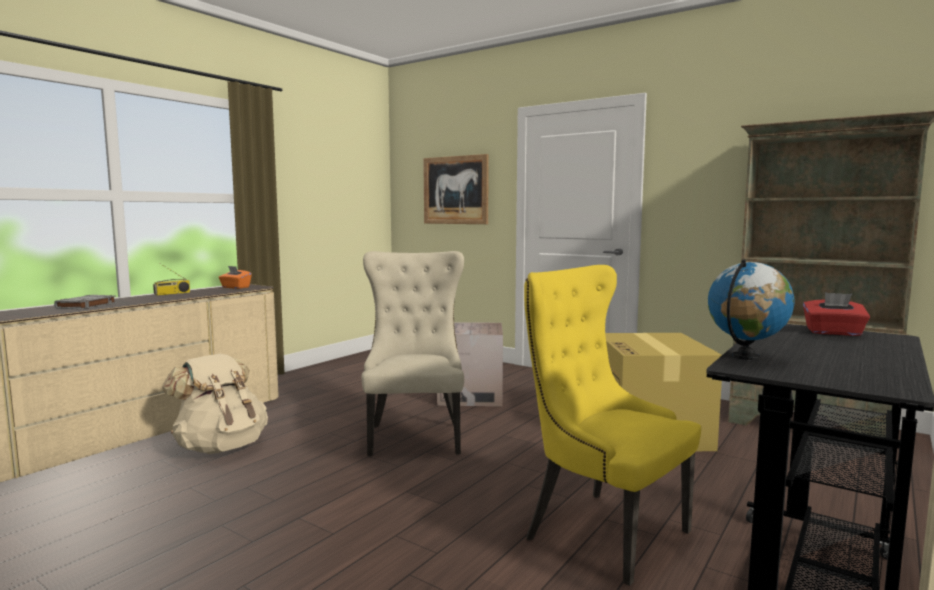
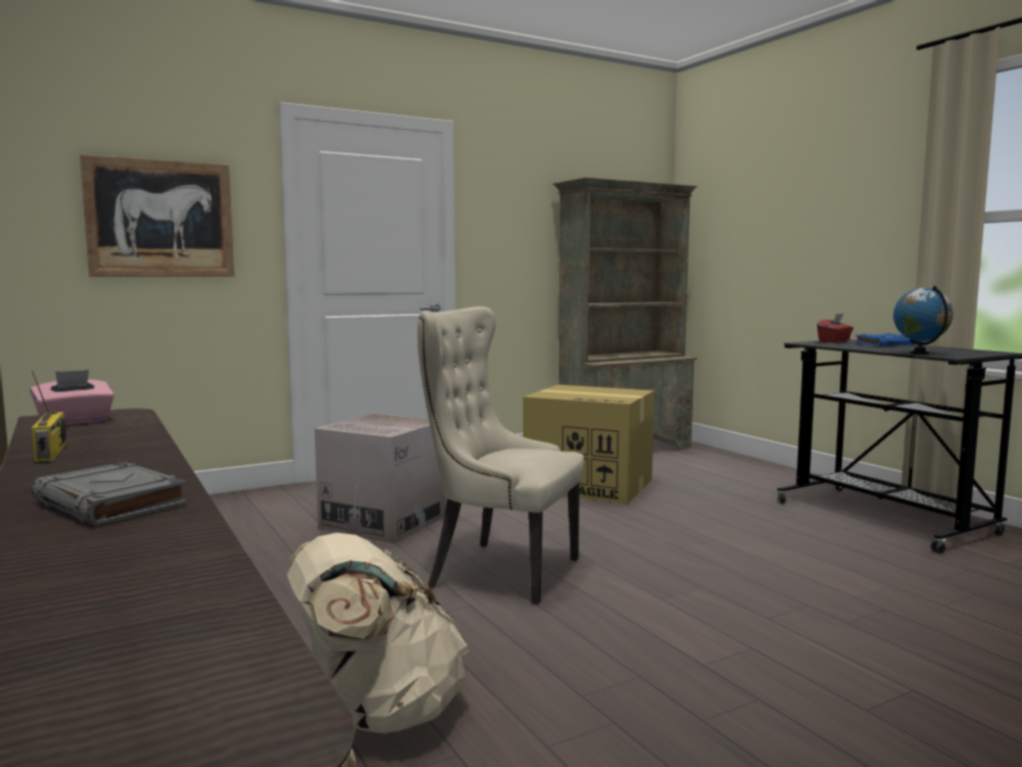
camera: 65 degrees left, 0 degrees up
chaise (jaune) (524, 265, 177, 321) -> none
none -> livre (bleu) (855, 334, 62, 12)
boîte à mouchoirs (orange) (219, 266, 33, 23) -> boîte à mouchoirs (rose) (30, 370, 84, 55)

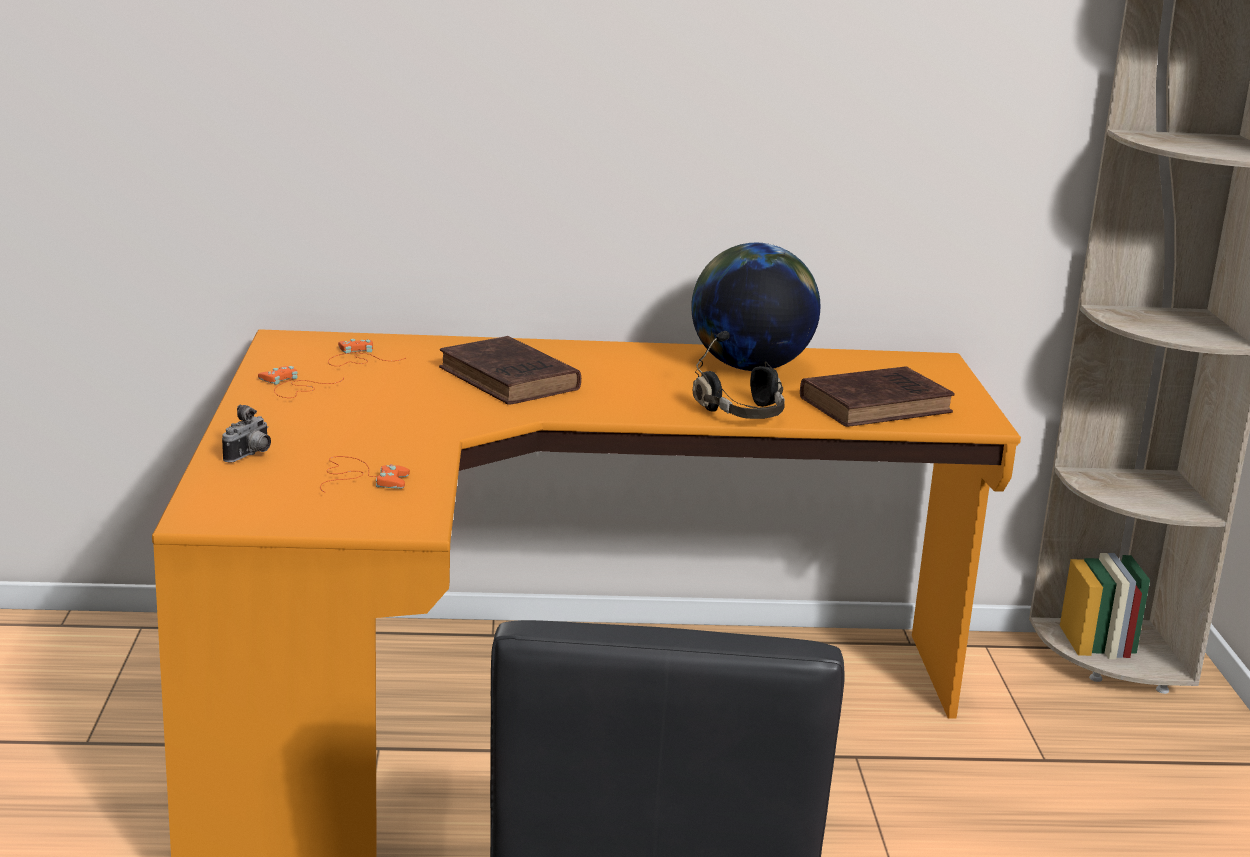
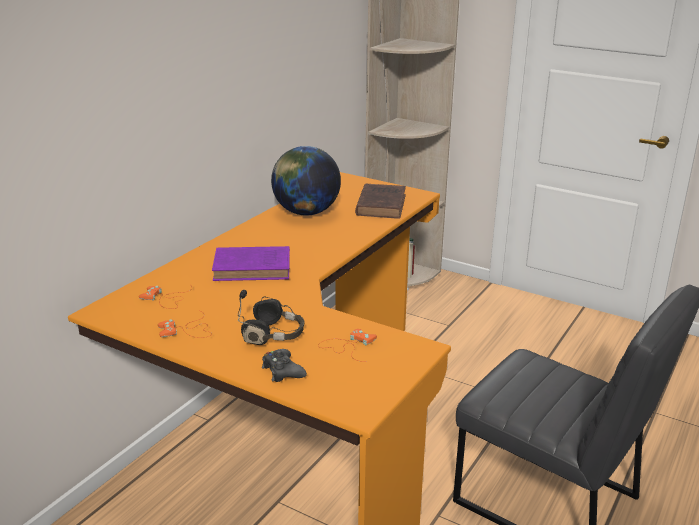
camera: 55 degrees left, 5 degrees up
casque audio (noir) (693, 331, 92, 88) -> casque audio (noir) (238, 290, 67, 55), moved
appareil photo (222, 405, 49, 58) -> manette (noir) (262, 349, 45, 33)
livre (marron) (439, 336, 142, 69) -> livre (violet) (212, 246, 78, 35)

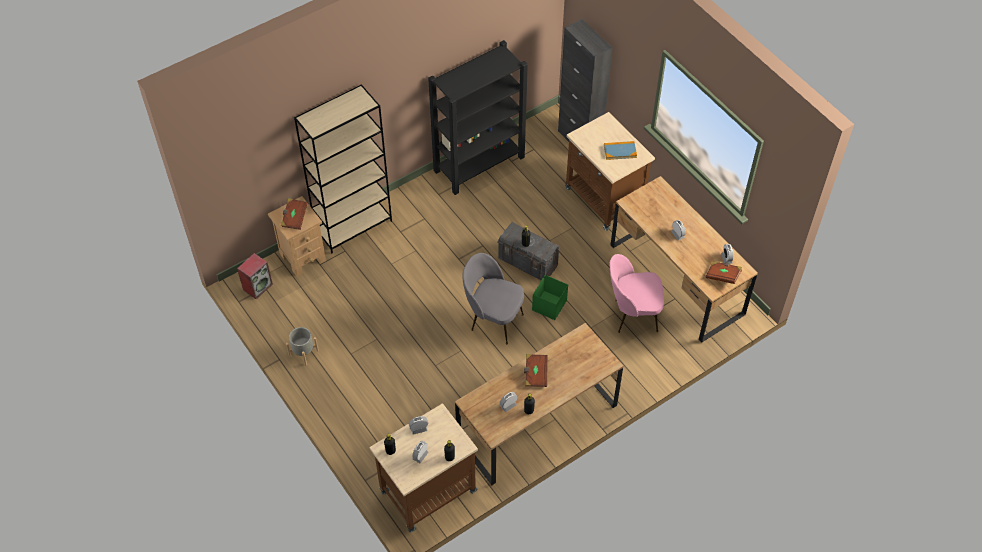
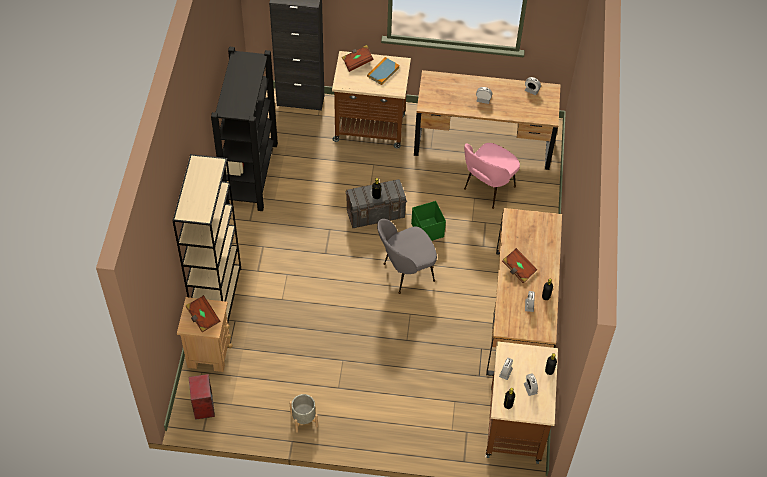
camera: 50 degrees left, 0 degrees up
livre (marron) (706, 261, 36, 23) -> livre (marron) (342, 45, 32, 27), moved

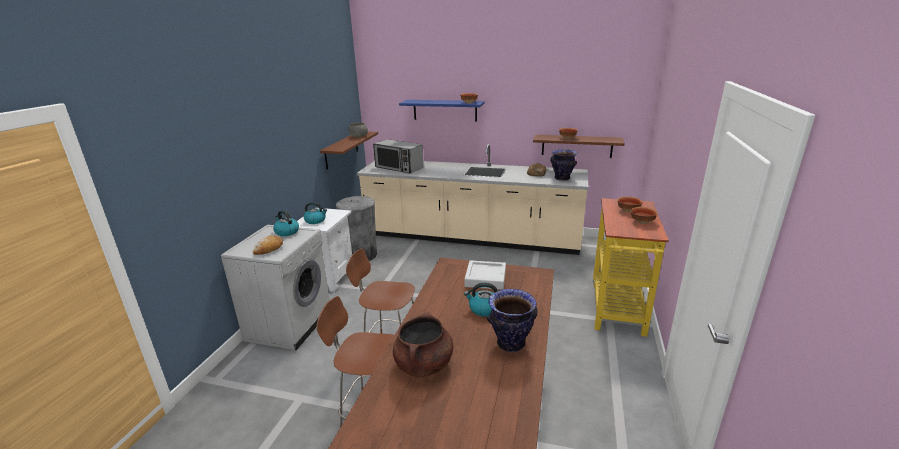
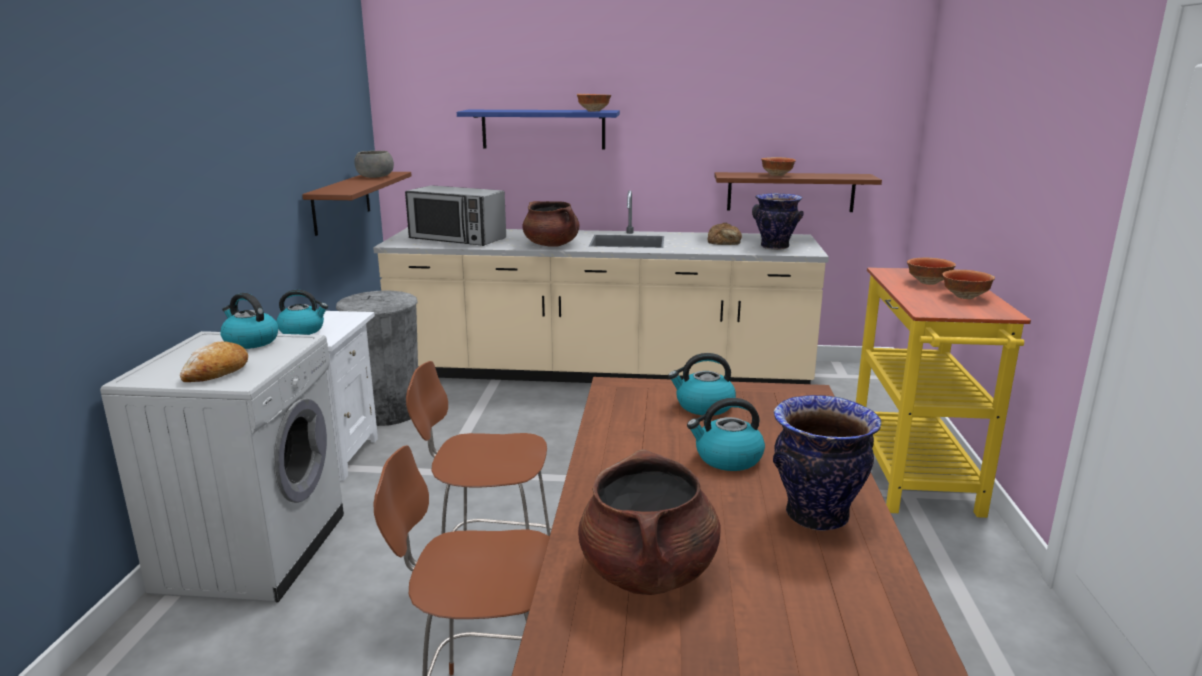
camera: 10 degrees left, 5 degrees down
none -> marmite (marron) (523, 201, 57, 46)
plateau (gris) (464, 260, 42, 30) -> bouilloire (668, 353, 68, 62)

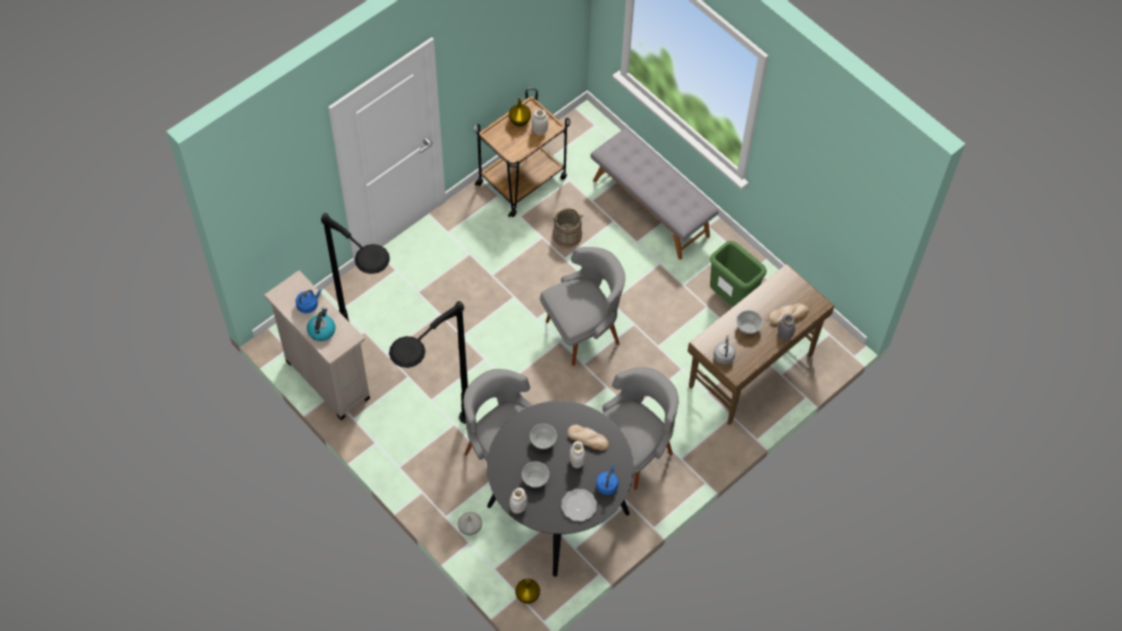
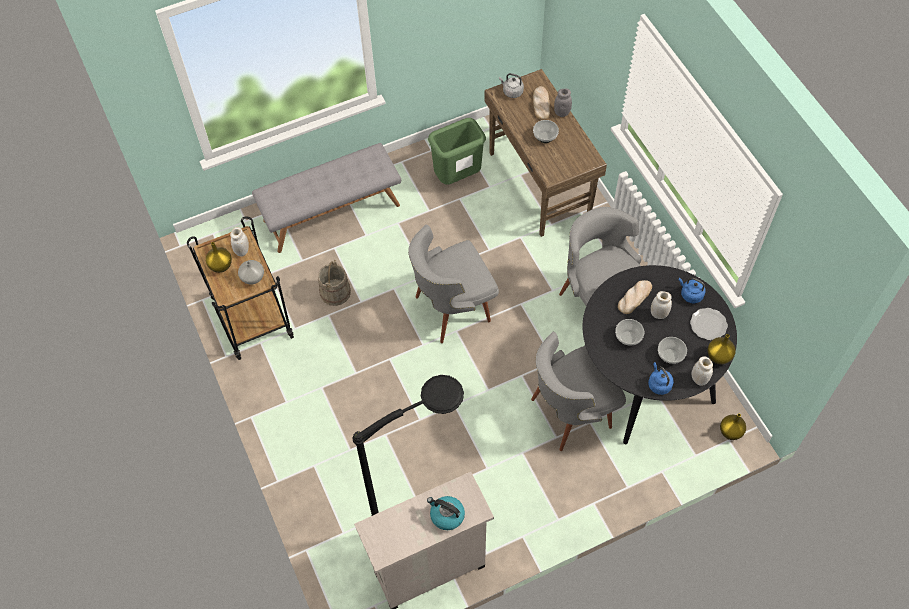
camera: 70 degrees left, 0 degrees up
lampadaire (noir) (389, 301, 79, 123) -> none
none -> vase (jaune) (707, 334, 28, 31)
bouilloire (bleu) (295, 290, 26, 23) -> bouilloire (bleu) (648, 362, 26, 33), moved
vase (gris) (458, 512, 24, 23) -> vase (gris) (238, 260, 26, 25), moved
bouilloire (gris) (713, 335, 22, 29) -> bouilloire (gris) (499, 73, 25, 25), moved
chaise (gris) (540, 247, 85, 119) -> chaise (gris) (408, 225, 91, 118), 105 degrees counterclockwise

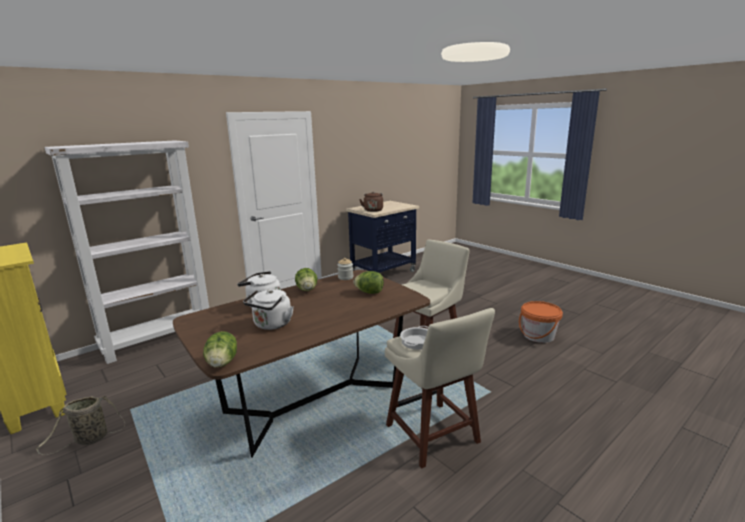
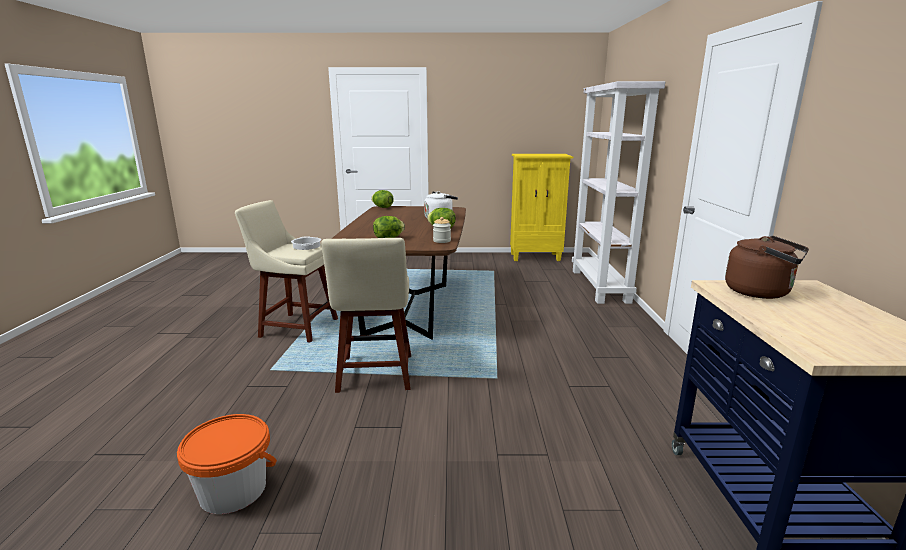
camera: 130 degrees right, 0 degrees up
panier (36, 396, 89, 59) -> none
bouilloire (blanc) (243, 290, 50, 40) -> none

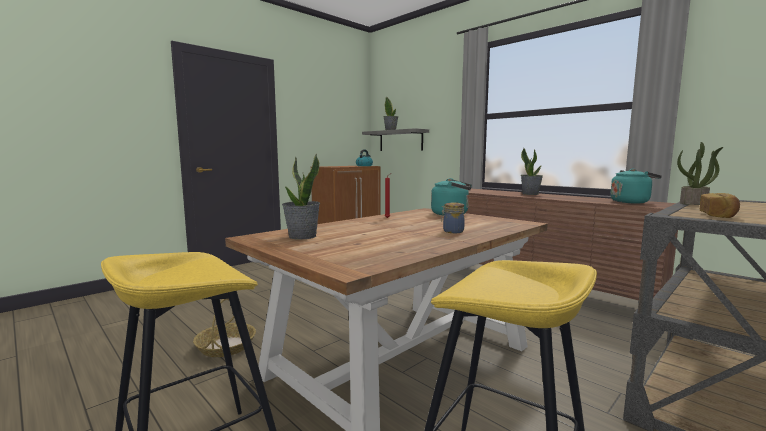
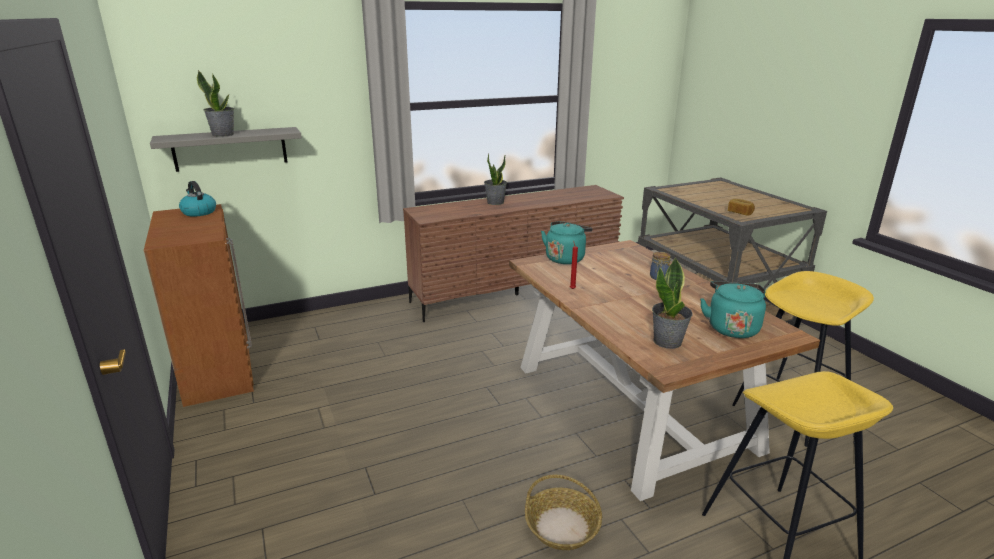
camera: 70 degrees left, 15 degrees up
plante en pot (677, 142, 46, 63) -> none
bouilloire (turquoise) (610, 169, 52, 34) -> bouilloire (turquoise) (700, 281, 66, 57), moved

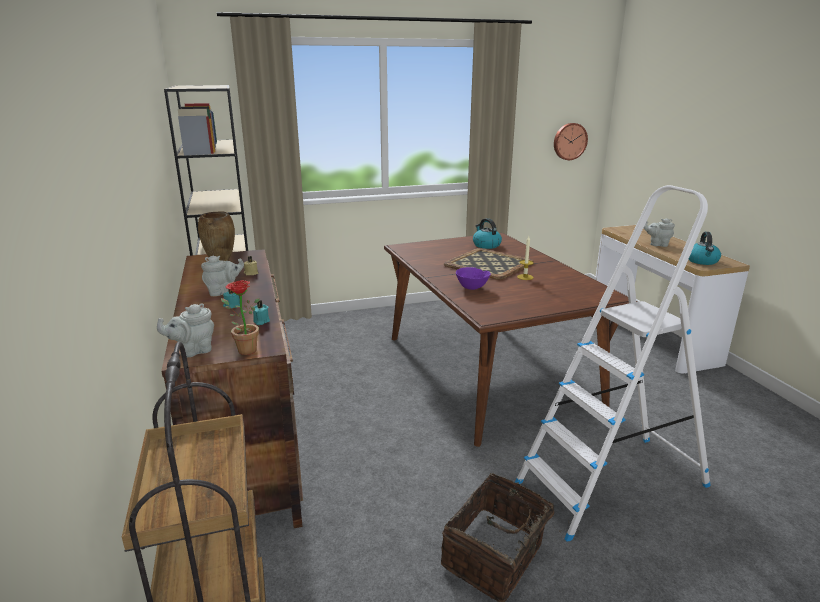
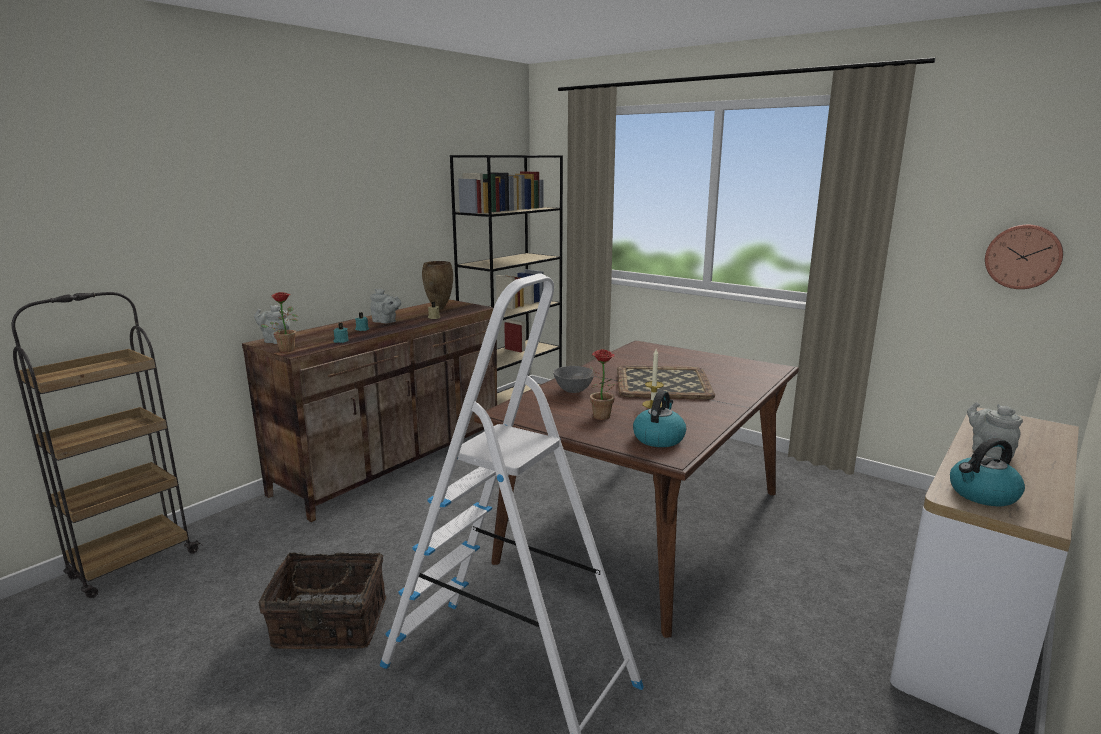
camera: 55 degrees right, 5 degrees down
none -> plante en pot (590, 349, 33, 71)
bouilloire (473, 218, 29, 31) -> bouilloire (633, 390, 53, 57), moved
bol (violet) (456, 267, 35, 23) -> bol (gris) (553, 366, 41, 27)

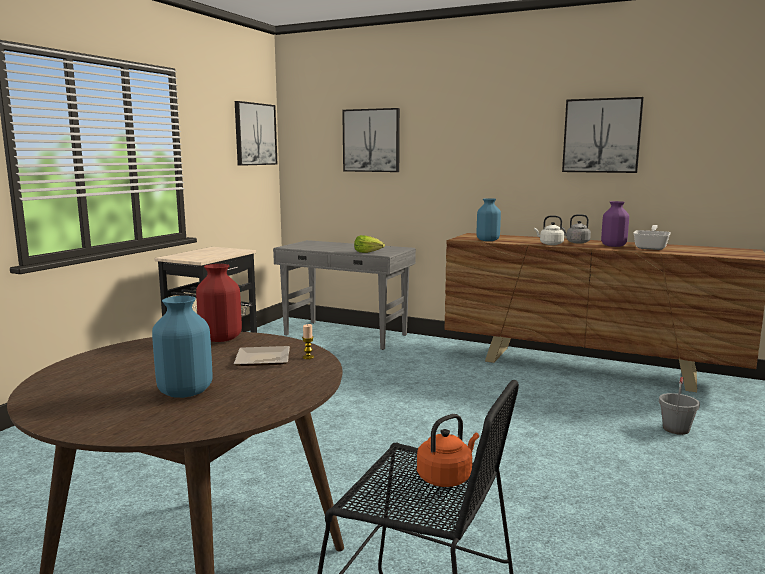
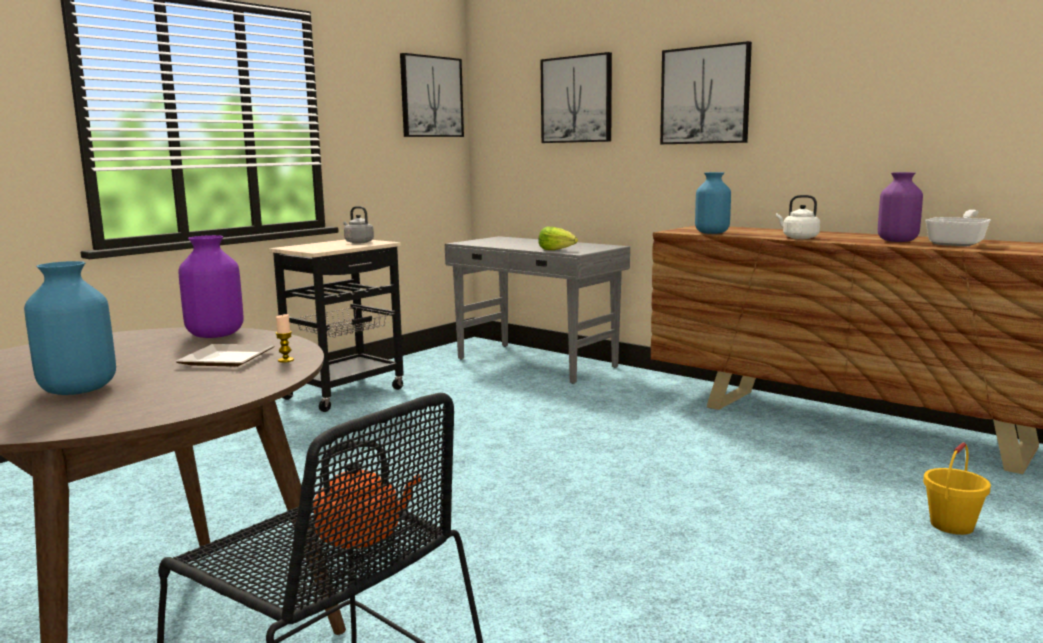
camera: 15 degrees right, 0 degrees up
tableau (562, 97, 82, 76) -> tableau (660, 41, 92, 103), moved
bouilloire (gris) (562, 214, 29, 30) -> bouilloire (gris) (344, 206, 30, 38), moved
vase (rouge) (196, 264, 46, 78) -> vase (violet) (178, 235, 66, 103)
seau (gris) (659, 377, 41, 58) -> seau (jaune) (923, 442, 68, 93)

